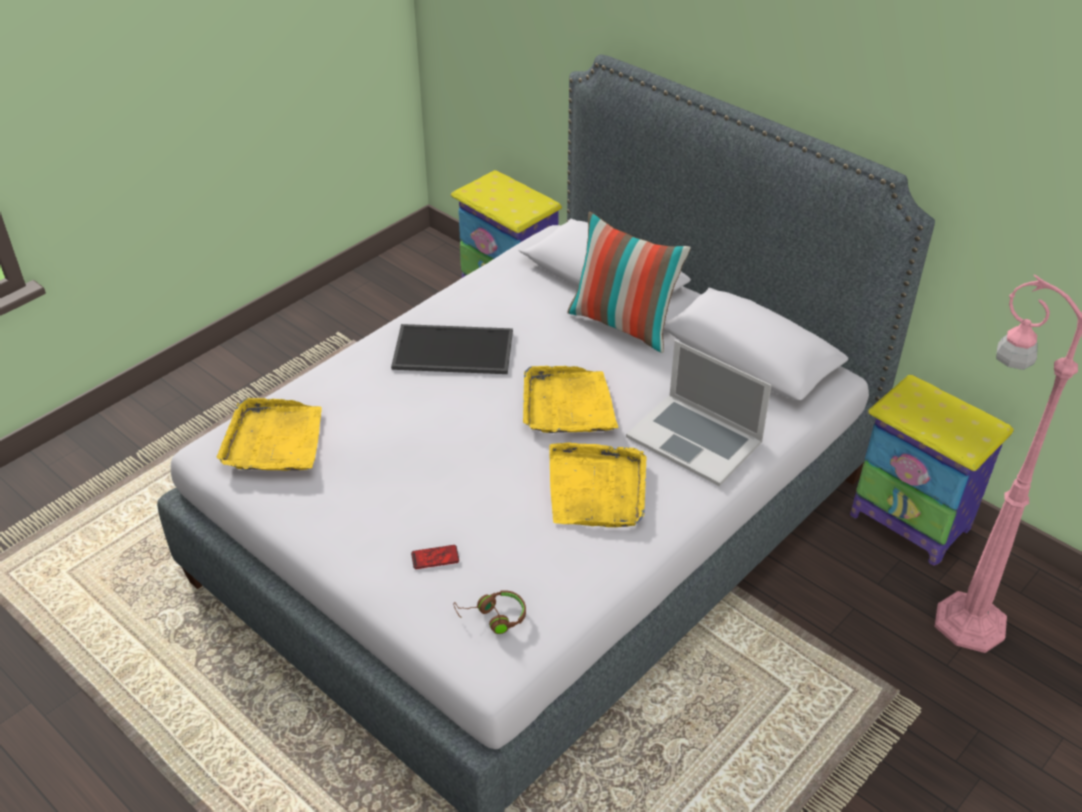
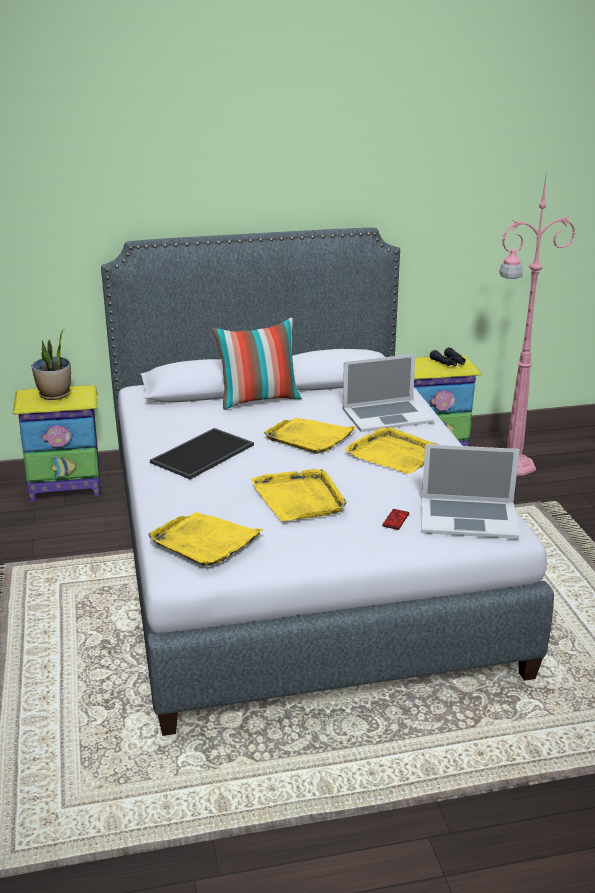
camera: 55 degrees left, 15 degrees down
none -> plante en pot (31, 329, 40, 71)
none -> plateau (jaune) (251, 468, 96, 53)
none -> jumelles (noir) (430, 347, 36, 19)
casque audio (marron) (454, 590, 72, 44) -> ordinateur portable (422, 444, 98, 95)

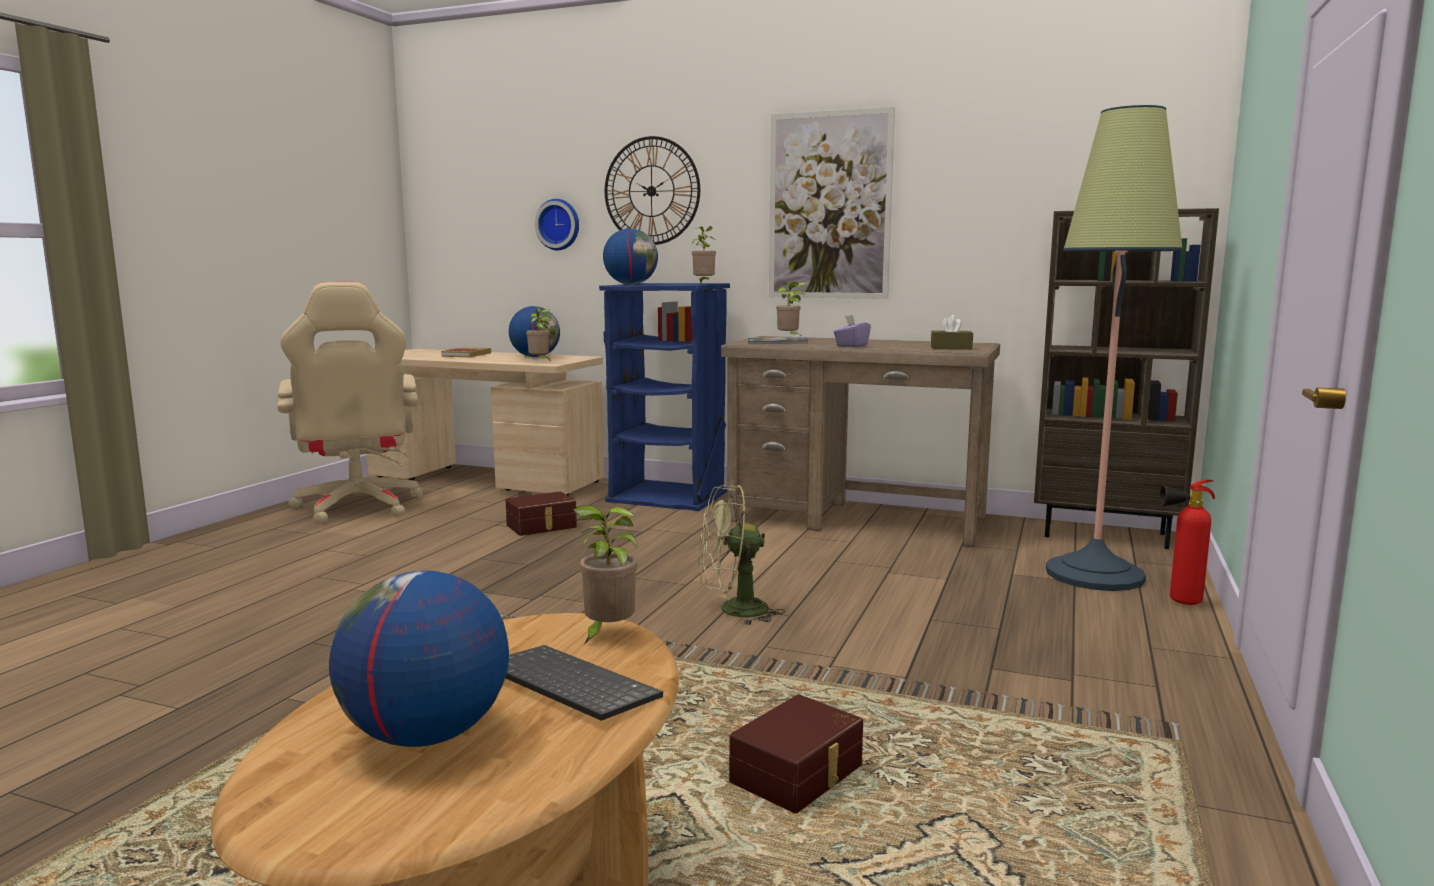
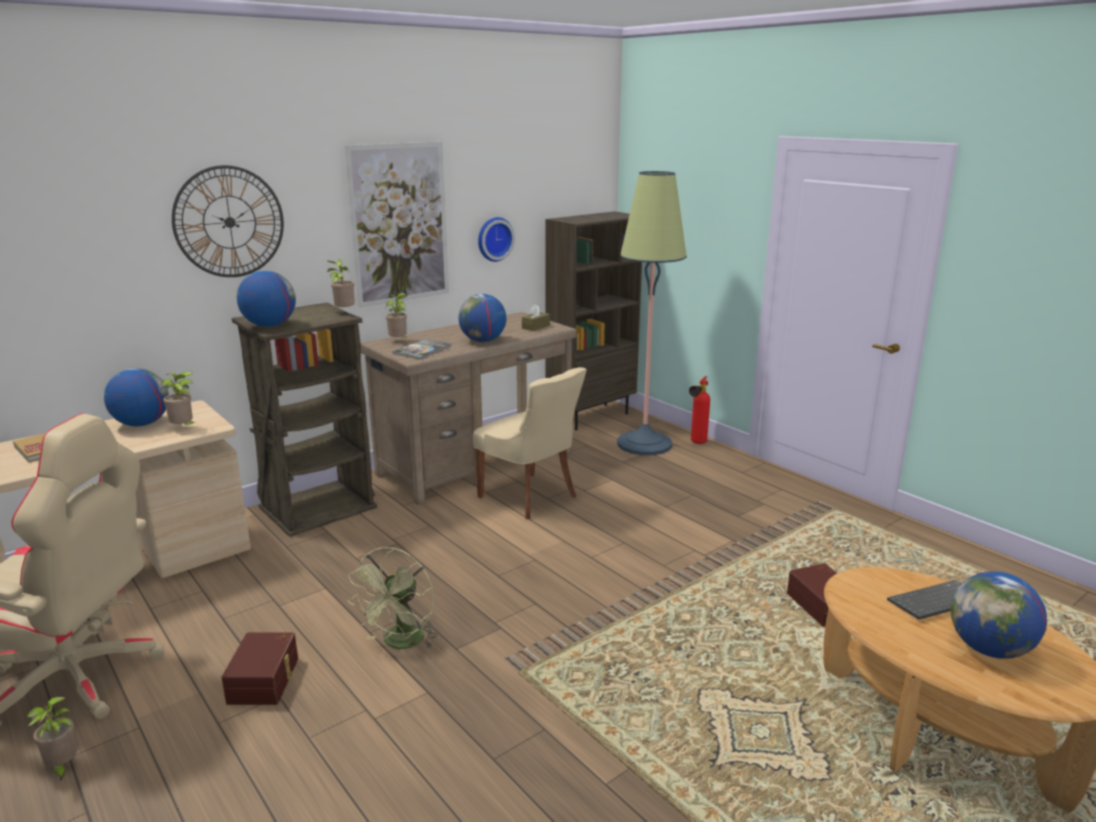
camera: 60 degrees left, 10 degrees up
none -> chaise (beige) (473, 367, 114, 152)
boîte de rangement (marron) (506, 491, 71, 45) -> boîte de rangement (marron) (221, 633, 77, 72), moved
horloge murale (535, 199, 44, 51) -> horloge murale (478, 217, 37, 45), moved
plante en pot (573, 505, 65, 139) -> plante en pot (26, 697, 51, 84), moved
ventilateur (vert) (699, 485, 86, 140) -> ventilateur (vert) (347, 547, 91, 102), moved
boîte à mouchoirs (violet) (834, 315, 37, 32) -> globe (459, 294, 47, 48)
bibliothèque (bleu) (599, 283, 131, 228) -> bibliothèque (marron) (232, 303, 146, 234)

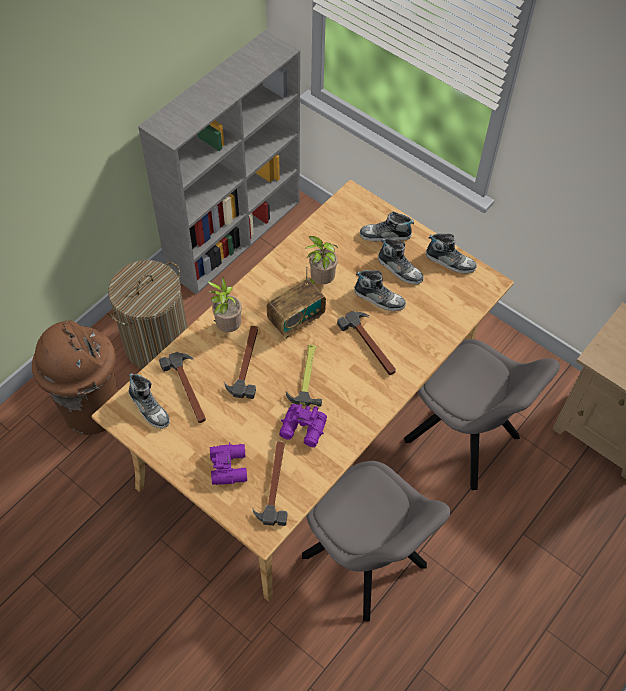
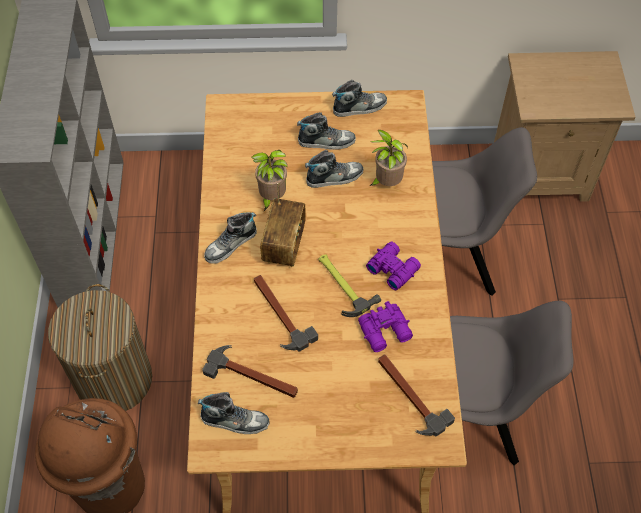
camera: 40 degrees left, 0 degrees up
marteau (337, 311, 59, 64) -> none
plante en pot (208, 276, 34, 56) -> plante en pot (370, 130, 38, 56), moved
jumelles (violet) (210, 442, 37, 43) -> jumelles (violet) (366, 242, 55, 48), moved
chaussure (360, 211, 54, 31) -> chaussure (204, 212, 53, 52), moved

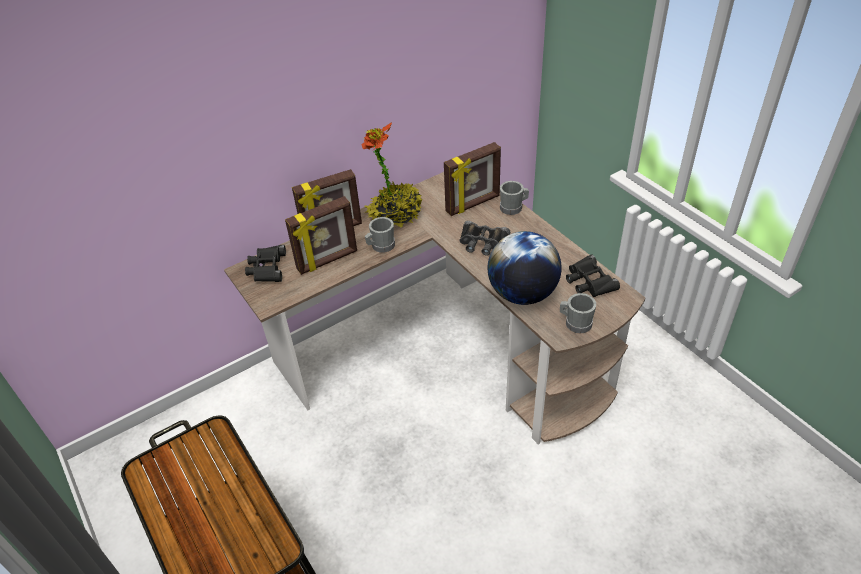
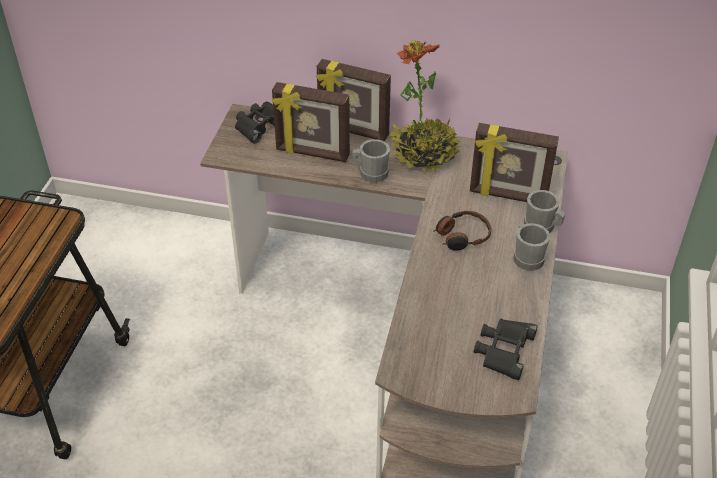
camera: 45 degrees right, 0 degrees up
globe (488, 231, 74, 74) -> none
mug (gris) (560, 293, 36, 41) -> mug (gris) (513, 223, 37, 48), moved
jumelles (noir) (459, 221, 51, 35) -> casque audio (433, 211, 58, 40)

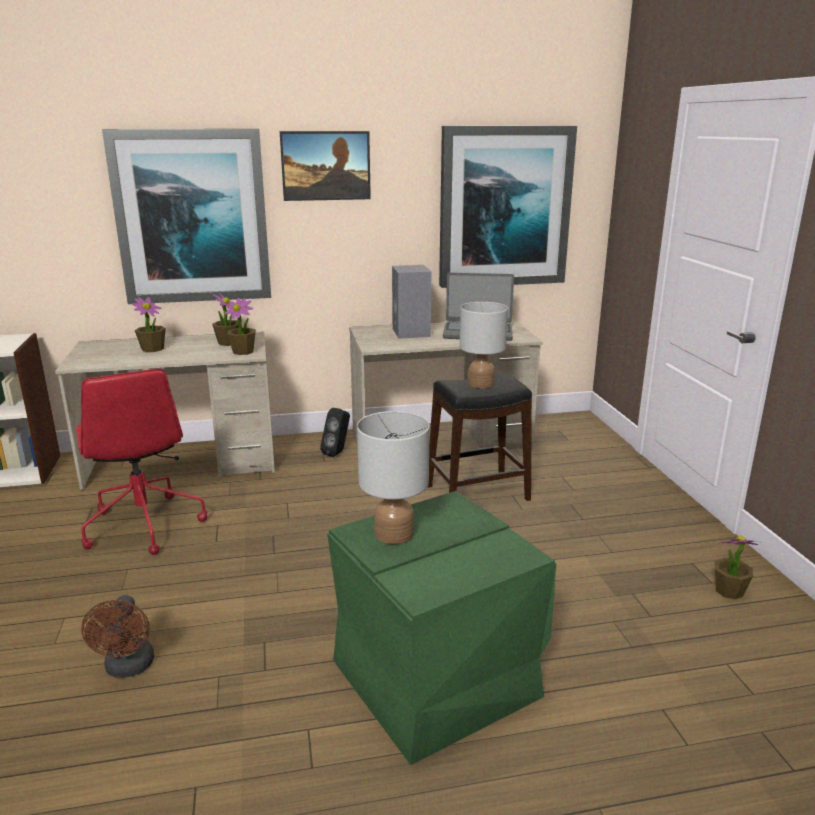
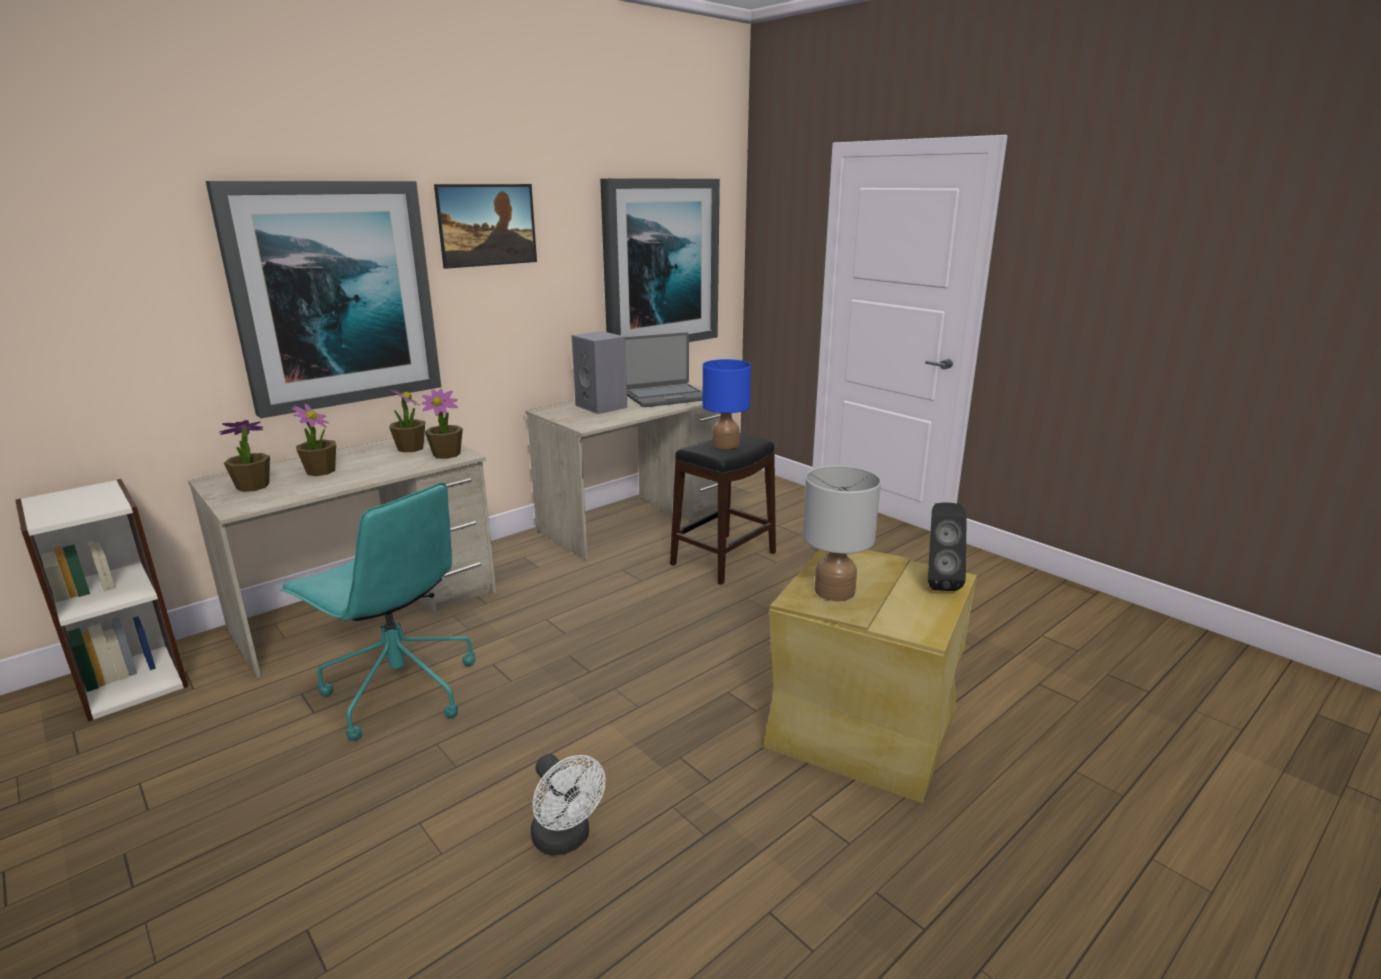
camera: 30 degrees left, 0 degrees up
enceinte (noir) (320, 408, 30, 49) -> enceinte (noir) (928, 503, 39, 88), moved
plante en pot (714, 536, 45, 63) -> plante en pot (219, 420, 51, 72), moved
chaise de bureau (rouge) (76, 369, 131, 186) -> chaise de bureau (turquoise) (279, 483, 196, 258)
ventilateur (marron) (81, 595, 73, 82) -> ventilateur (blanc) (531, 754, 75, 101)
boîte de rangement (vert) (327, 491, 229, 274) -> boîte de rangement (beige) (763, 550, 214, 253)
lampe de table (gris) (460, 302, 48, 87) -> lampe de table (bleu) (703, 359, 48, 90)

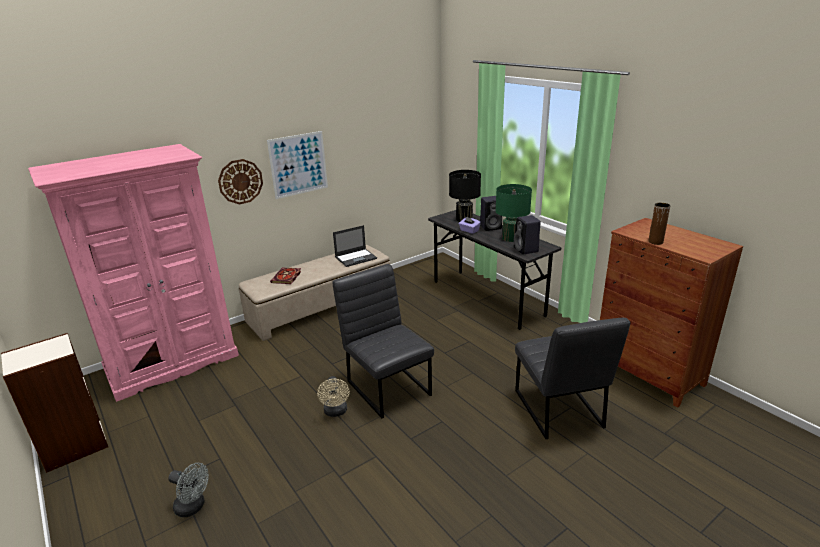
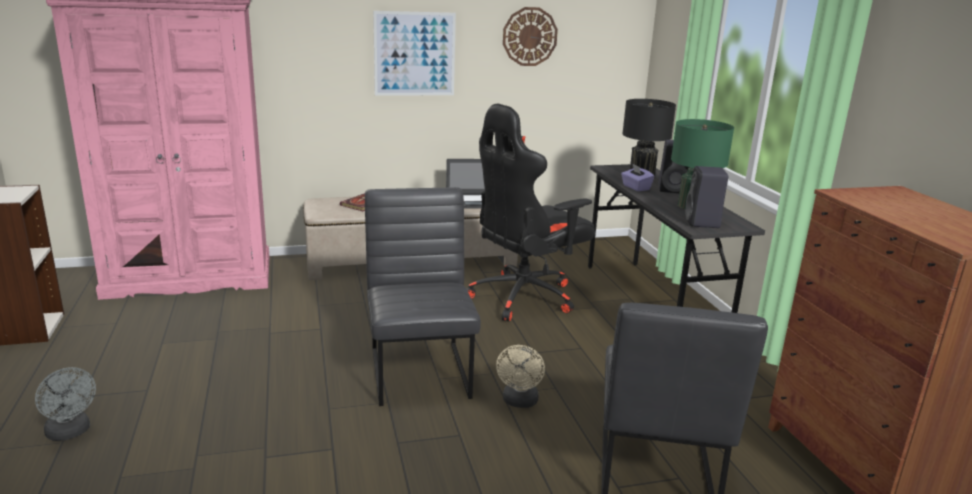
camera: 20 degrees right, 5 degrees down
vase (marron) (648, 203, 22, 42) -> none
none -> chaise de bureau (noir) (466, 104, 129, 217)
horloge murale (218, 159, 45, 45) -> horloge murale (503, 7, 55, 59), moved
ventilateur (beige) (317, 376, 33, 41) -> ventilateur (beige) (496, 345, 49, 63), moved

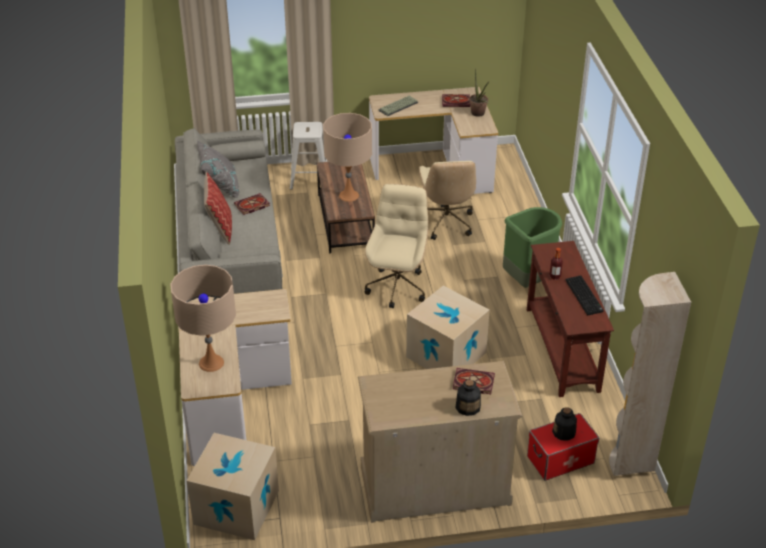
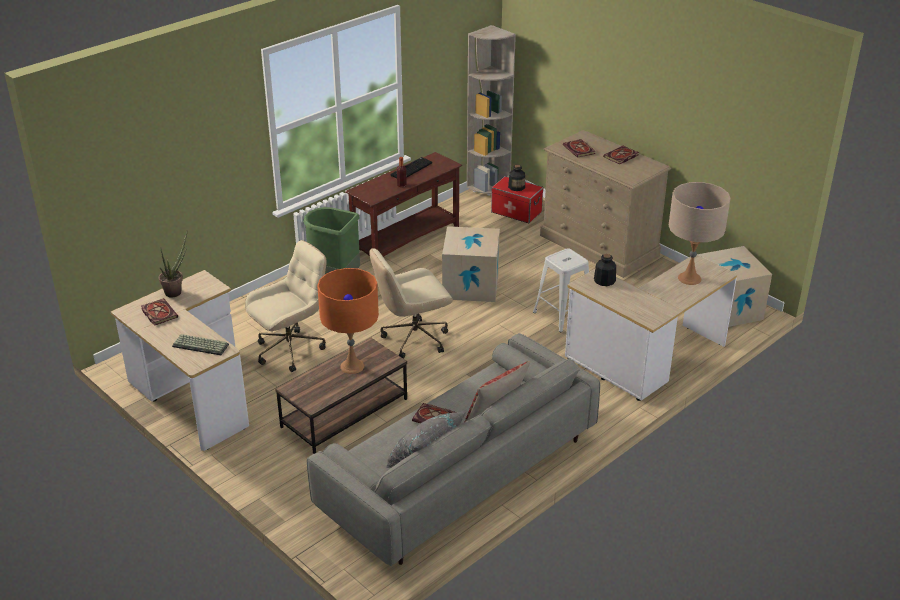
camera: 125 degrees left, 5 degrees down
none -> livre (603, 146, 36, 18)
tabouret (blanc) (290, 122, 38, 68) -> tabouret (blanc) (533, 248, 56, 84), moved
bouteille (455, 379, 26, 37) -> bouteille (594, 254, 22, 32), moved
lampe de table (beige) (323, 113, 49, 89) -> lampe de table (orange) (317, 268, 62, 106)

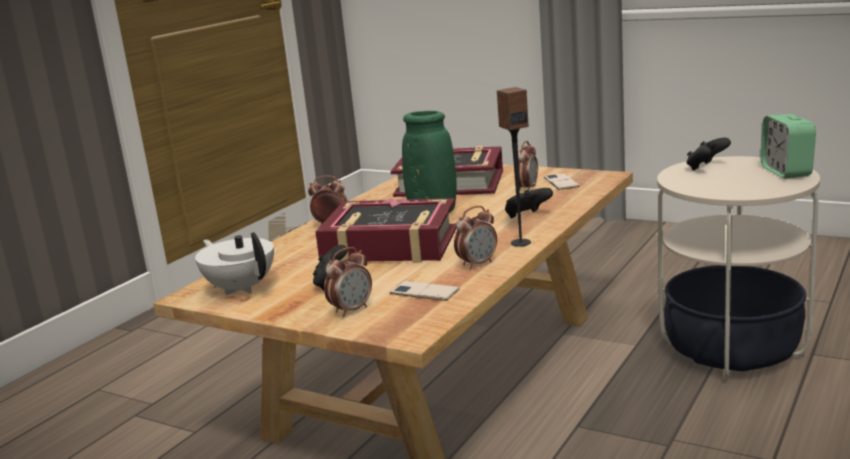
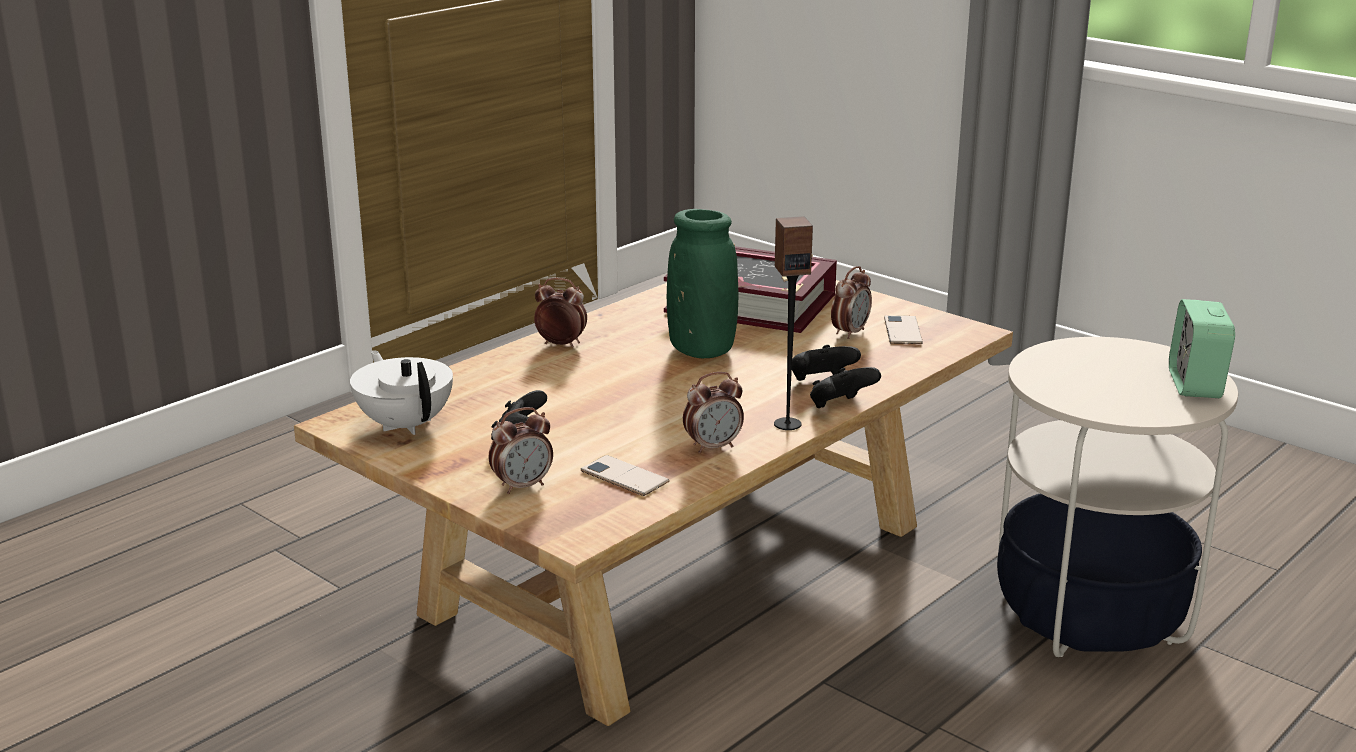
camera: 10 degrees right, 5 degrees up
livre (315, 198, 141, 65) -> none
manette (noir) (687, 137, 44, 33) -> manette (noir) (810, 367, 71, 41), moved

